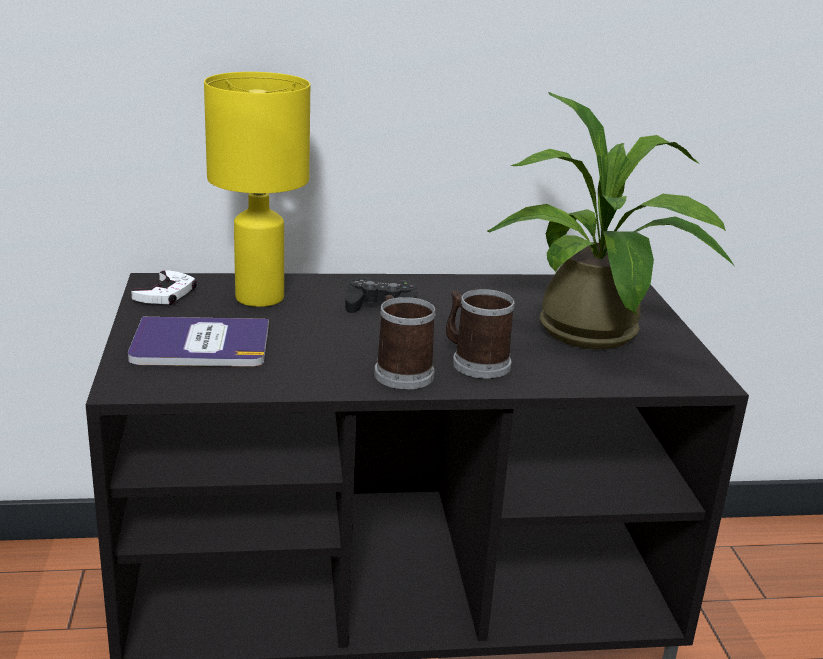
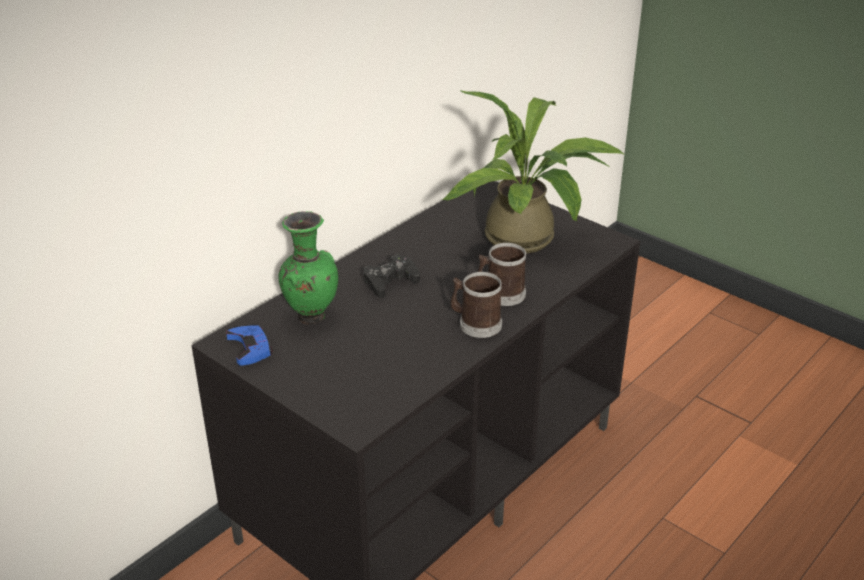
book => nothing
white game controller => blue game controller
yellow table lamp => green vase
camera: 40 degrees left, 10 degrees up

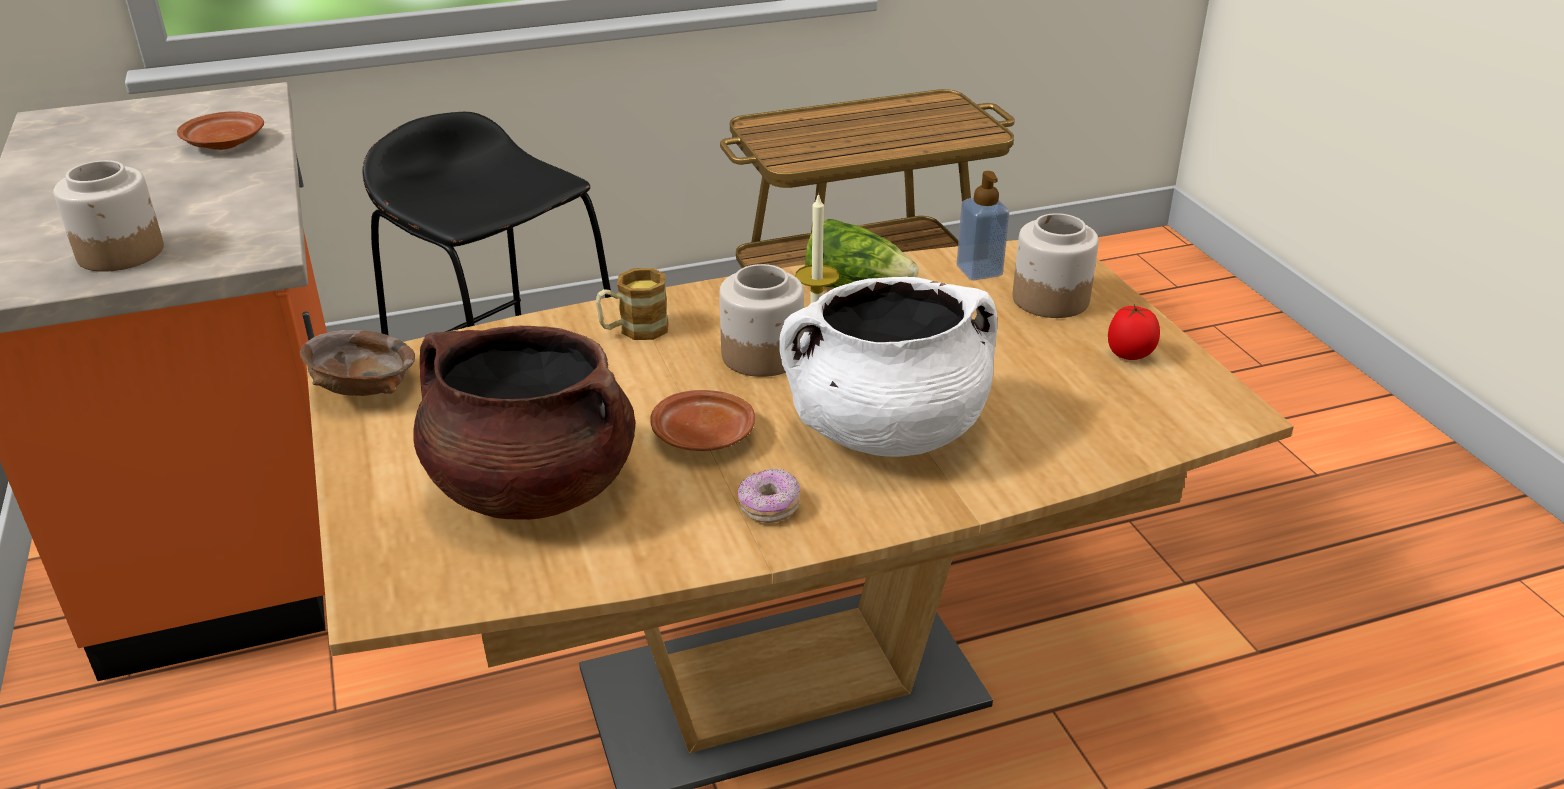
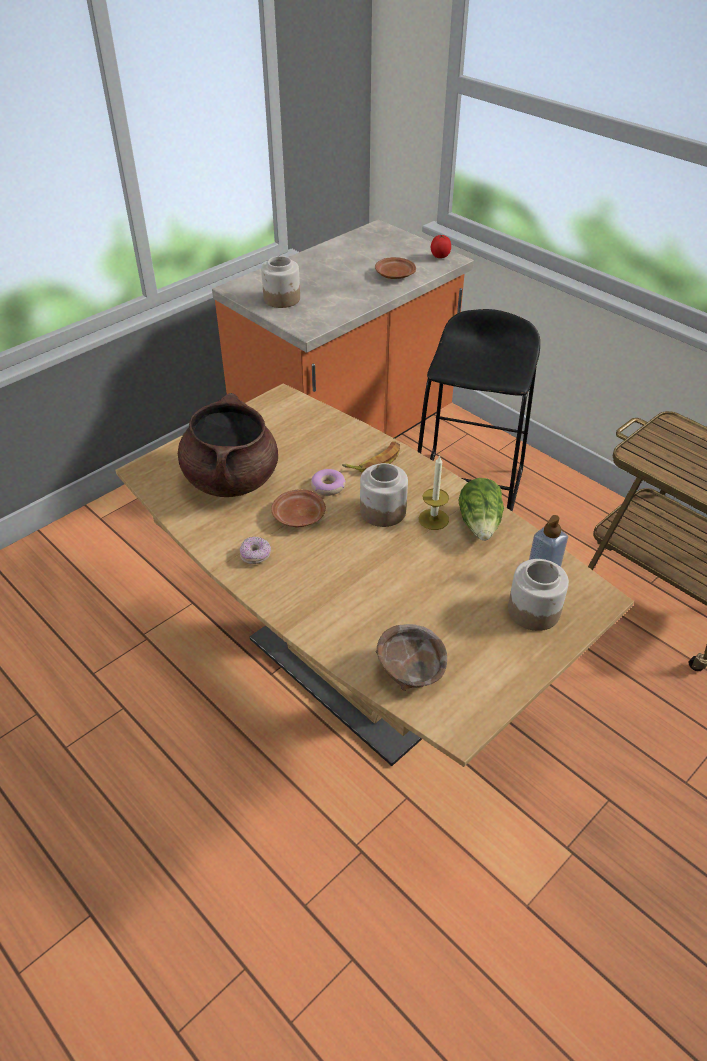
brown bowl, shifted
mug => banana
white cooking pot => nothing
tomato, shifted
nothing => donut (no. 2 from left)
camera: 65 degrees right, 10 degrees up

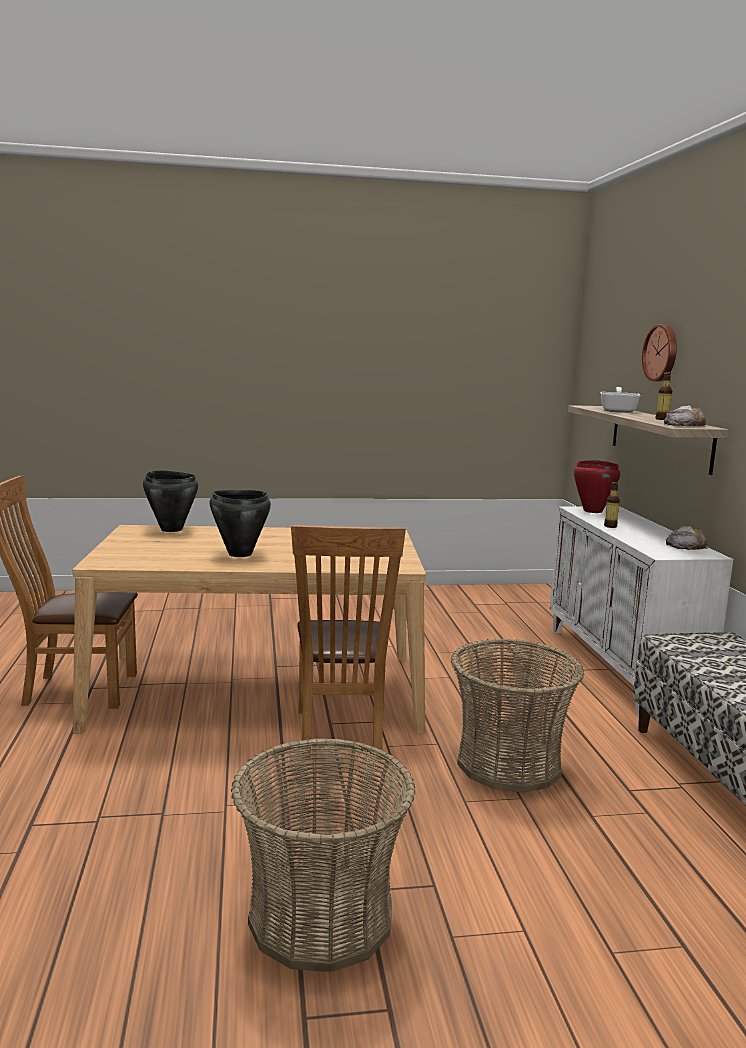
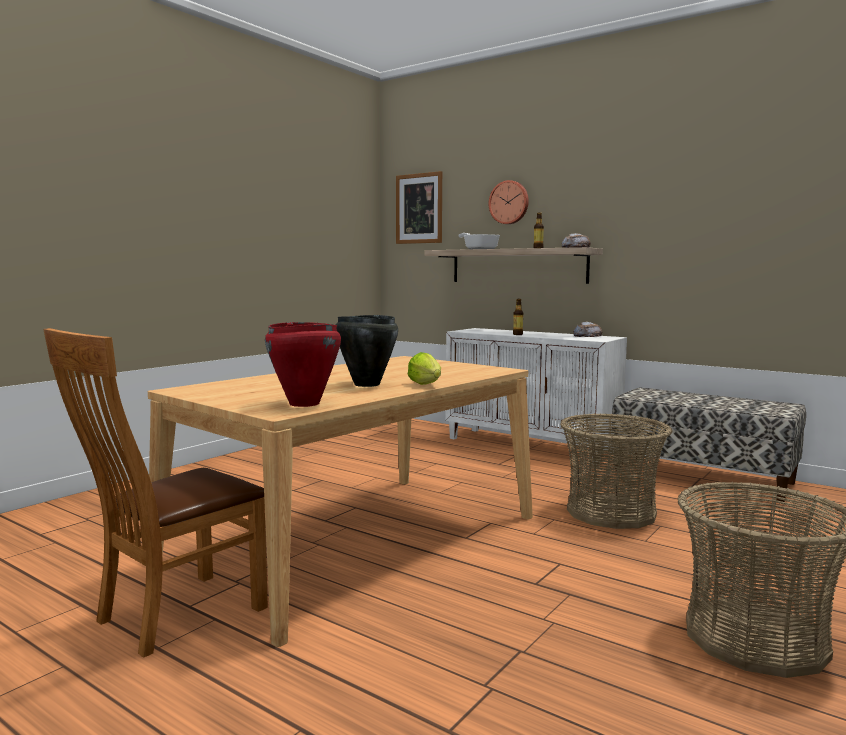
black cooking pot (no. 1 from left) => nothing
brown chair (no. 2 from left) => nothing
red cooking pot, shifted
nothing => picture
nothing => lettuce
camera: 45 degrees left, 5 degrees down

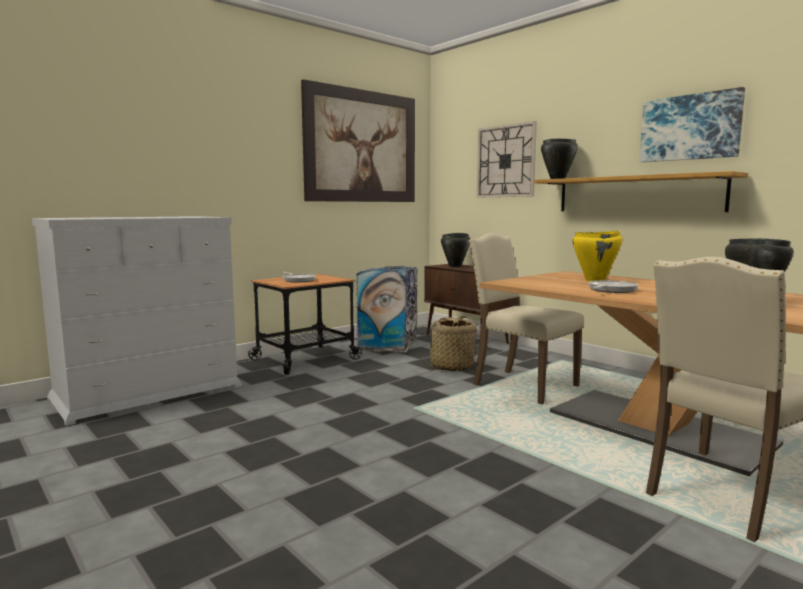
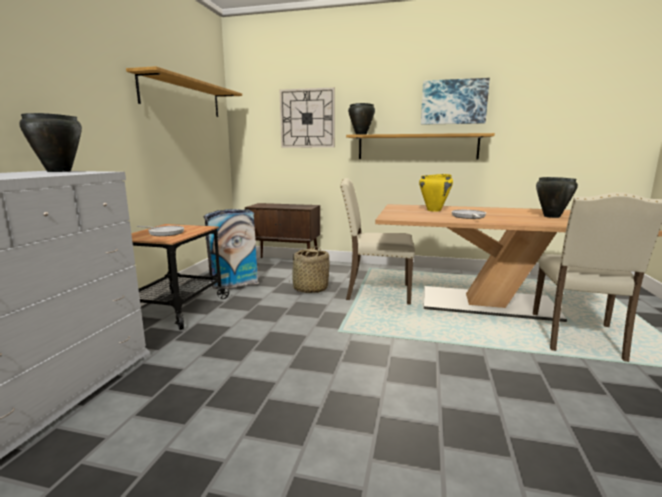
picture (no. 1 from left) => shelf (no. 1 from left)
black cooking pot (no. 1 from left), shifted
camera: 35 degrees left, 5 degrees up

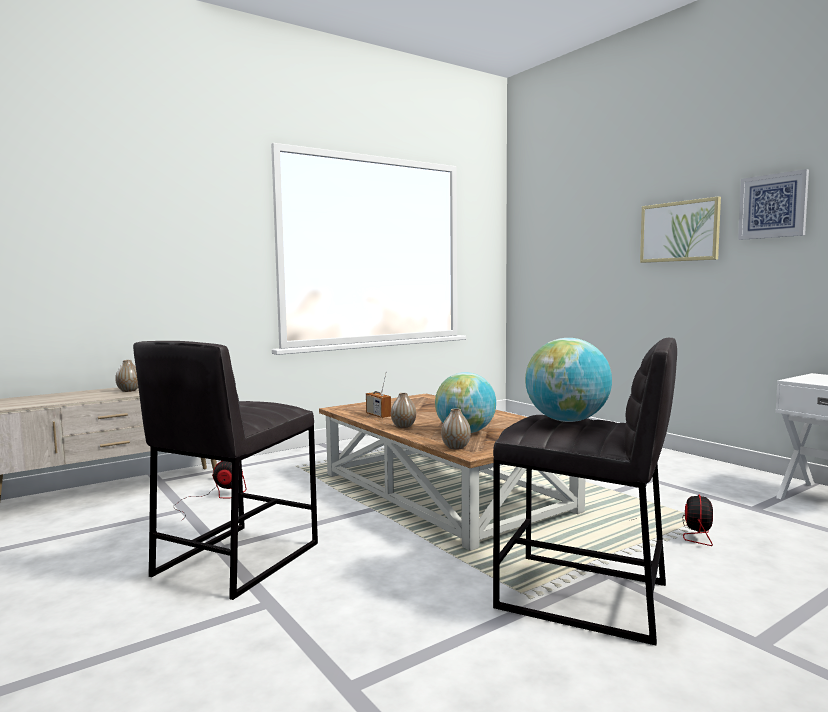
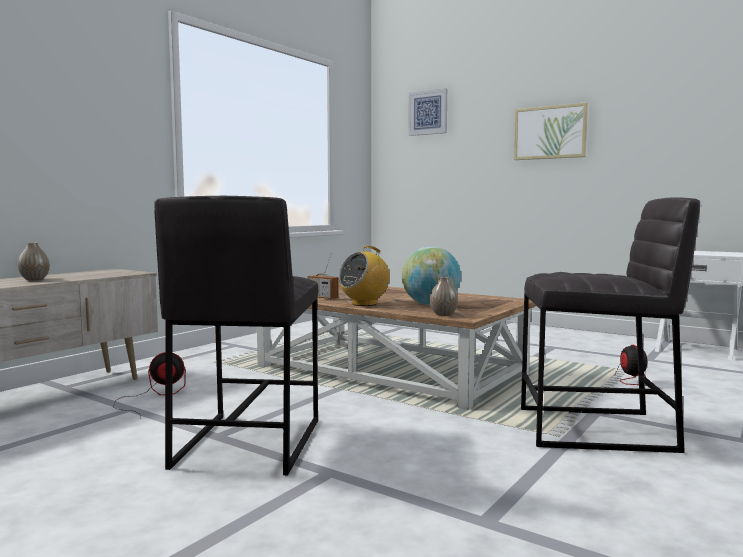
vase (no. 2 from left) => radio (no. 2 from left)
globe (no. 2 from left) => nothing
picture (no. 2 from left in the first image) => picture (no. 1 from left), shifted
camera: 20 degrees left, 0 degrees up

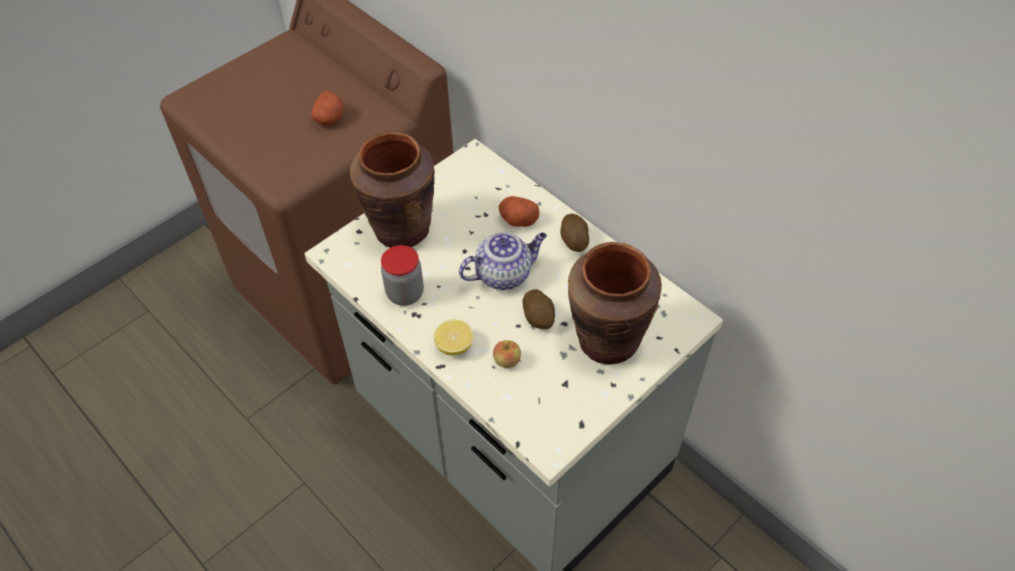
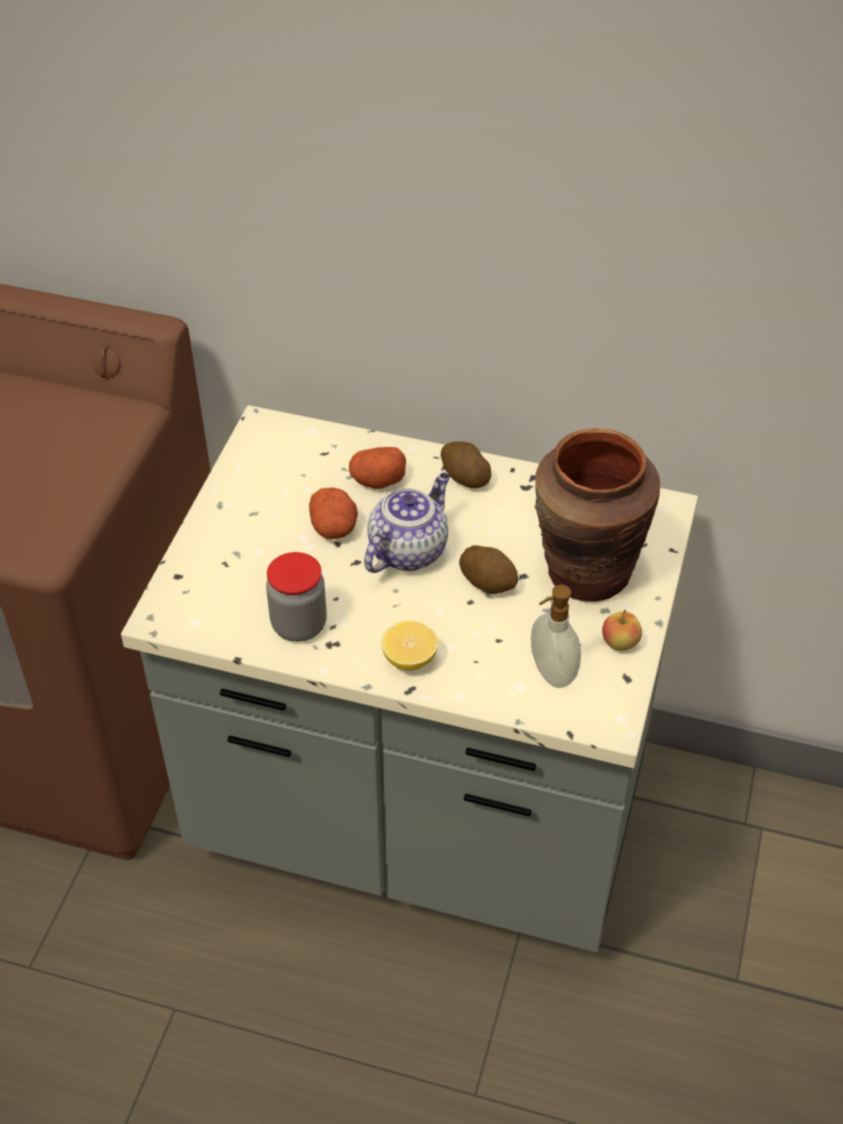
potato (no. 1 from left), shifted
brown vase (no. 1 from left) => nothing
apple, shifted
nothing => soap dispenser
camera: 30 degrees left, 5 degrees down

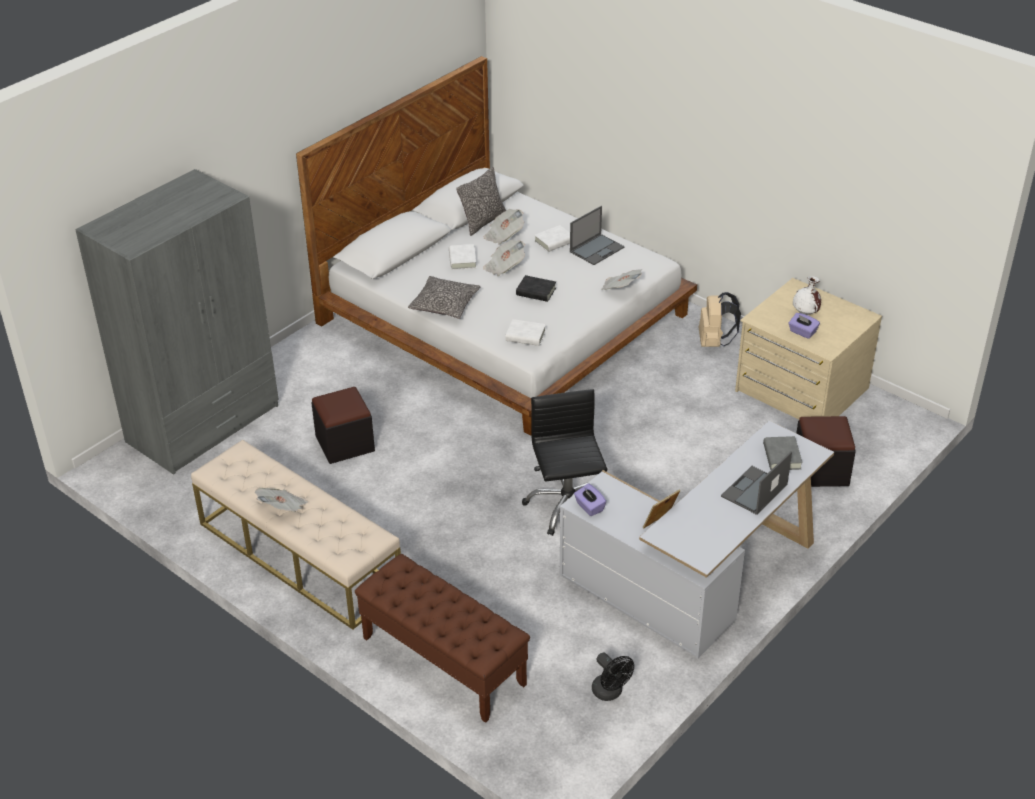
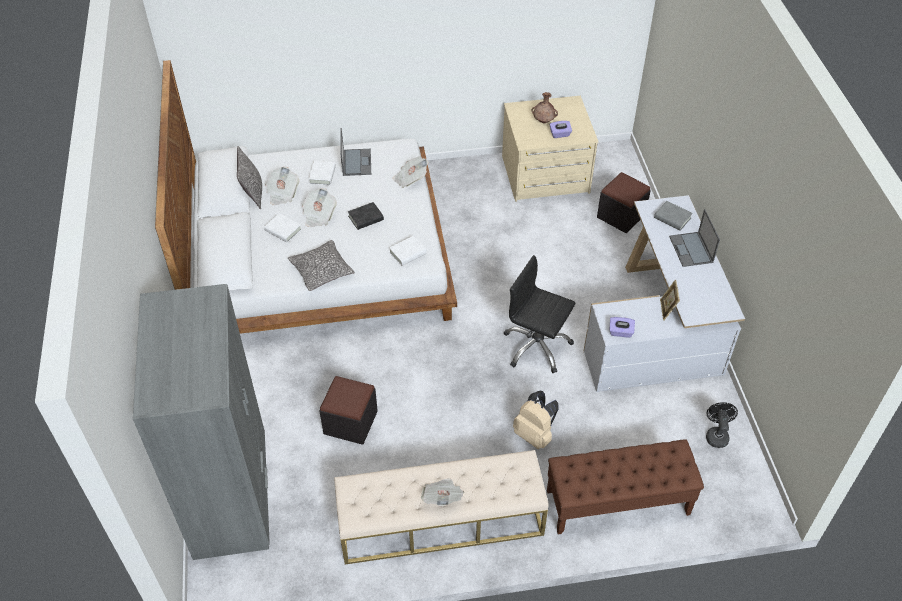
black fan, 90 degrees counterclockwise
beige backpack, shifted
white vase => brown vase
camera: 50 degrees left, 10 degrees up

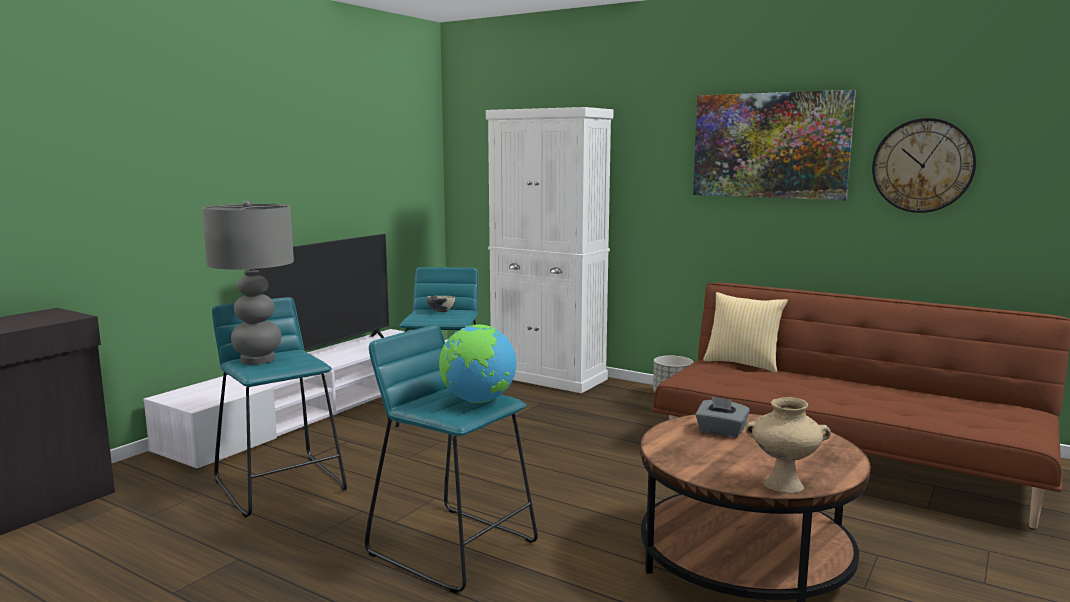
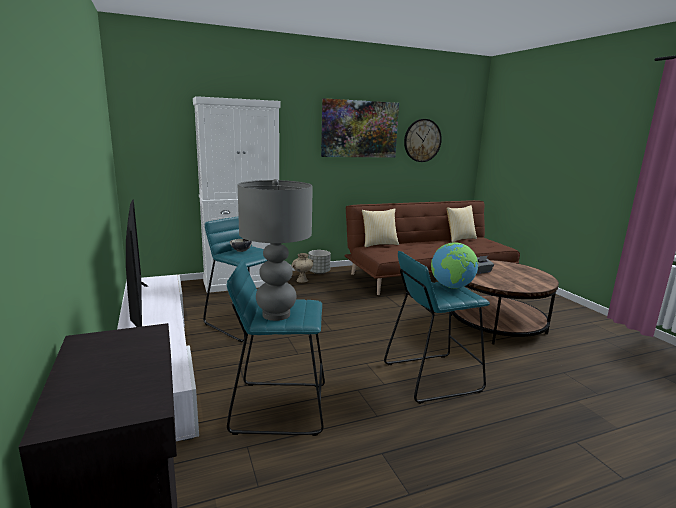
beige vase, shifted
nothing => pillow (no. 2 from left)
camera: 55 degrees left, 5 degrees up

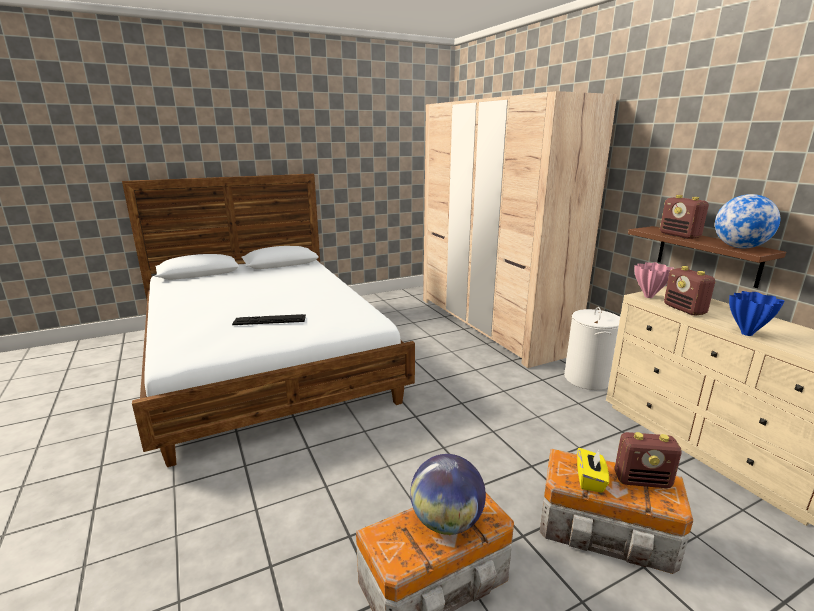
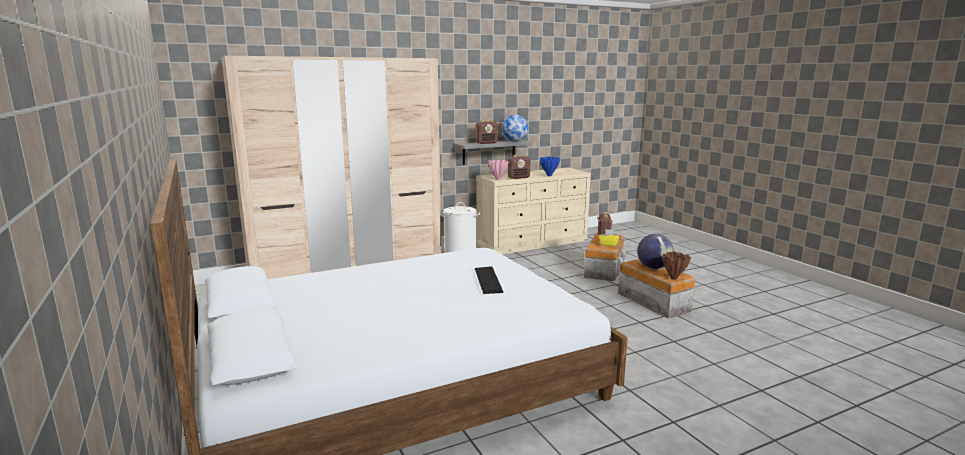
brown shelf => grey shelf
nothing => brown vase
camera: 90 degrees left, 5 degrees down

